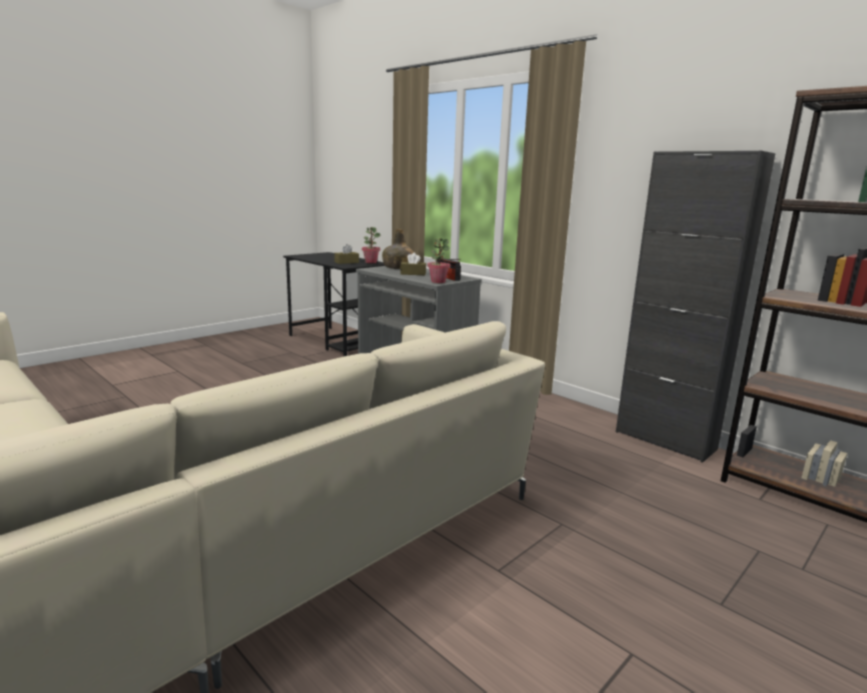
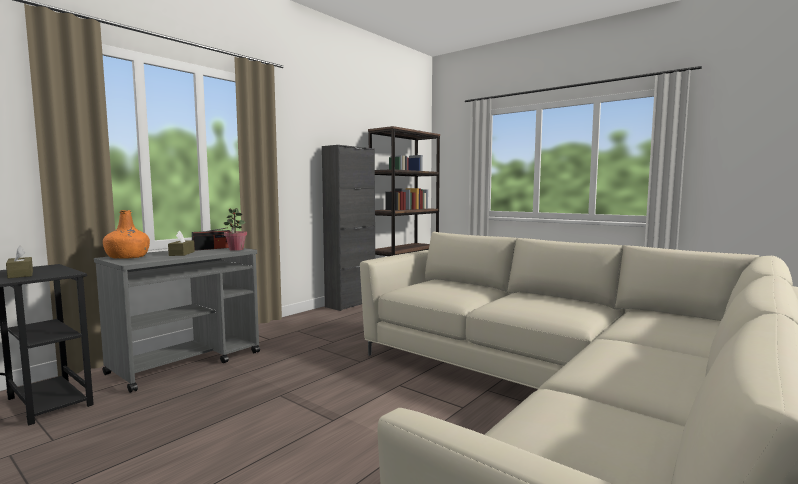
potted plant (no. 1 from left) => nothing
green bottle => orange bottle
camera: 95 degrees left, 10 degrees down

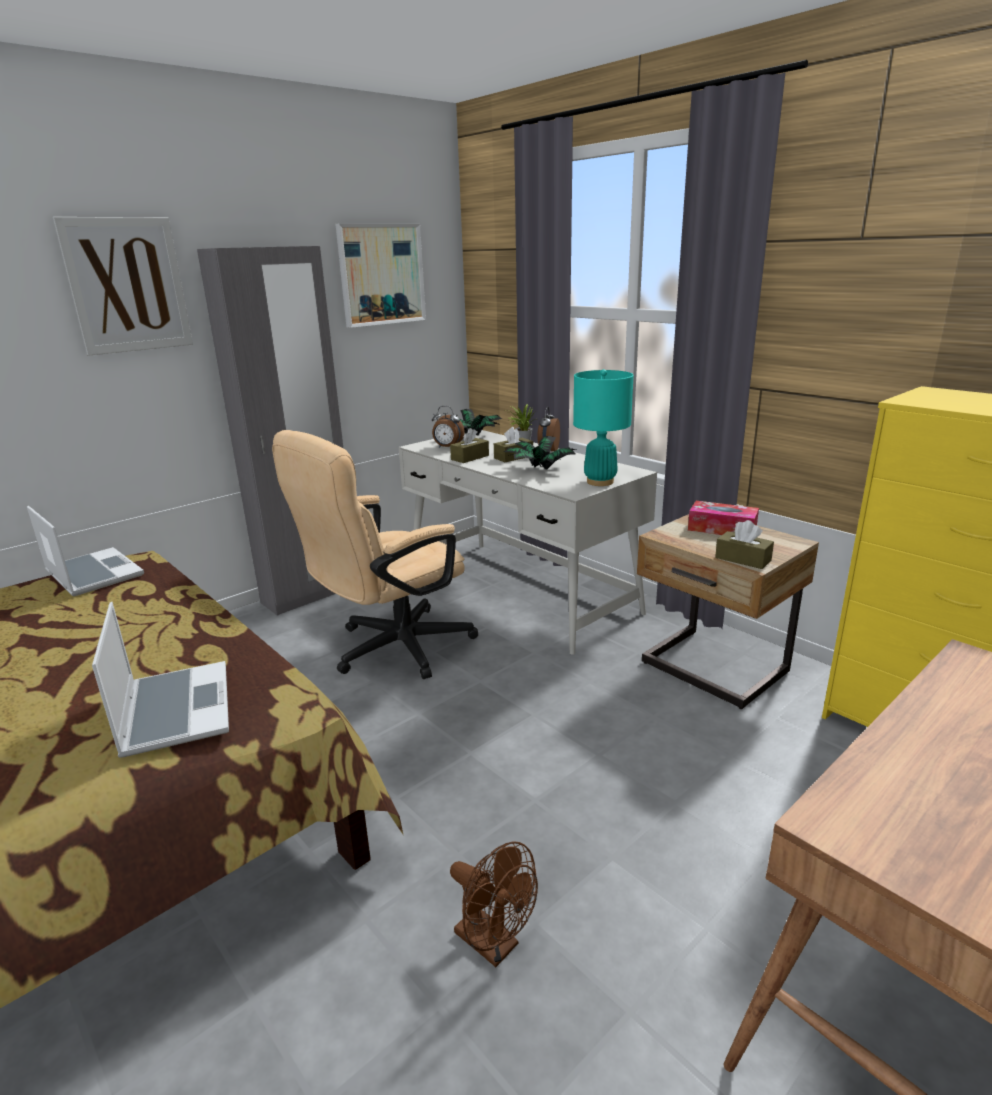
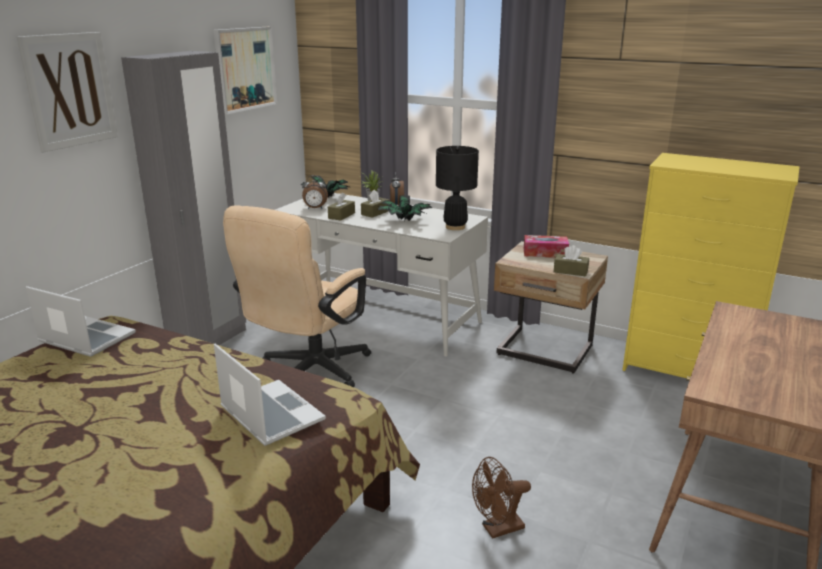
brown fan, 135 degrees clockwise
turquoise table lamp => black table lamp
camera: 20 degrees left, 0 degrees up

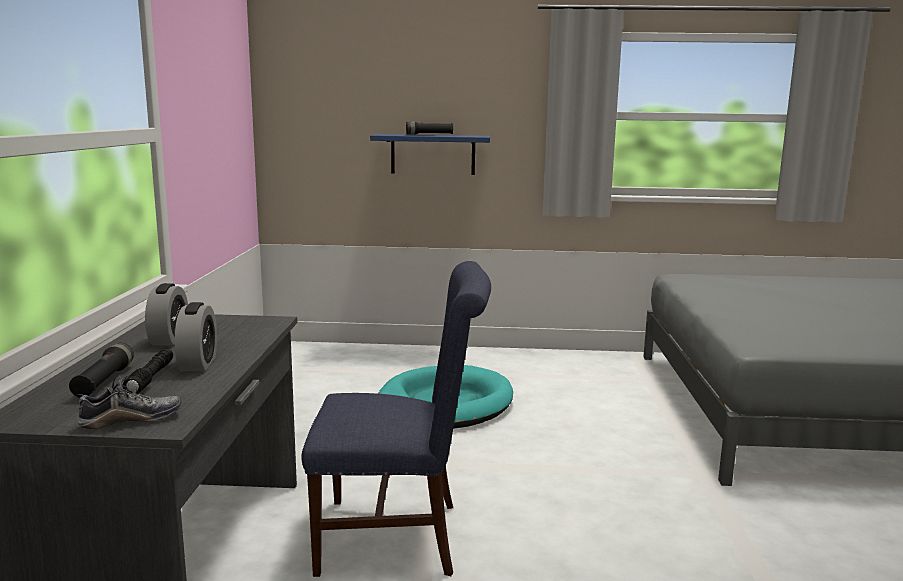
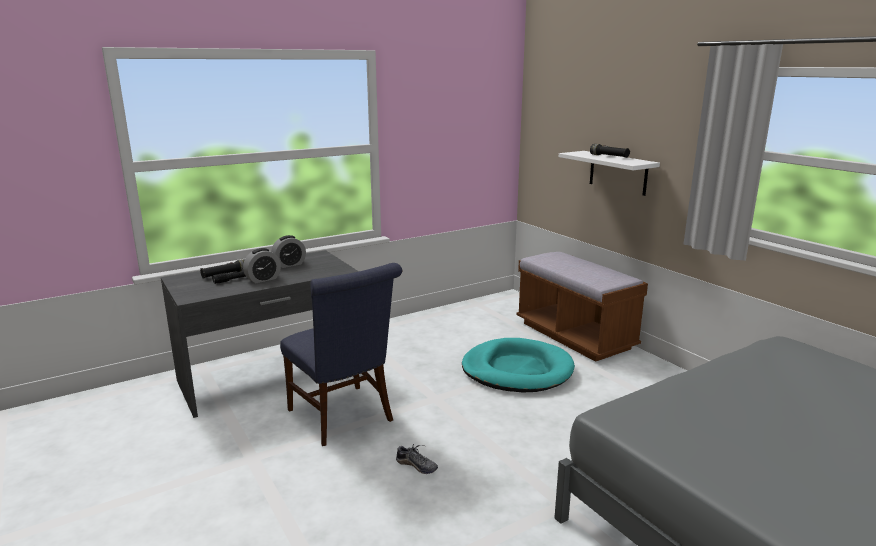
shoe, shifted
blue shelf => white shelf
nothing => brown bench
camera: 55 degrees right, 5 degrees up

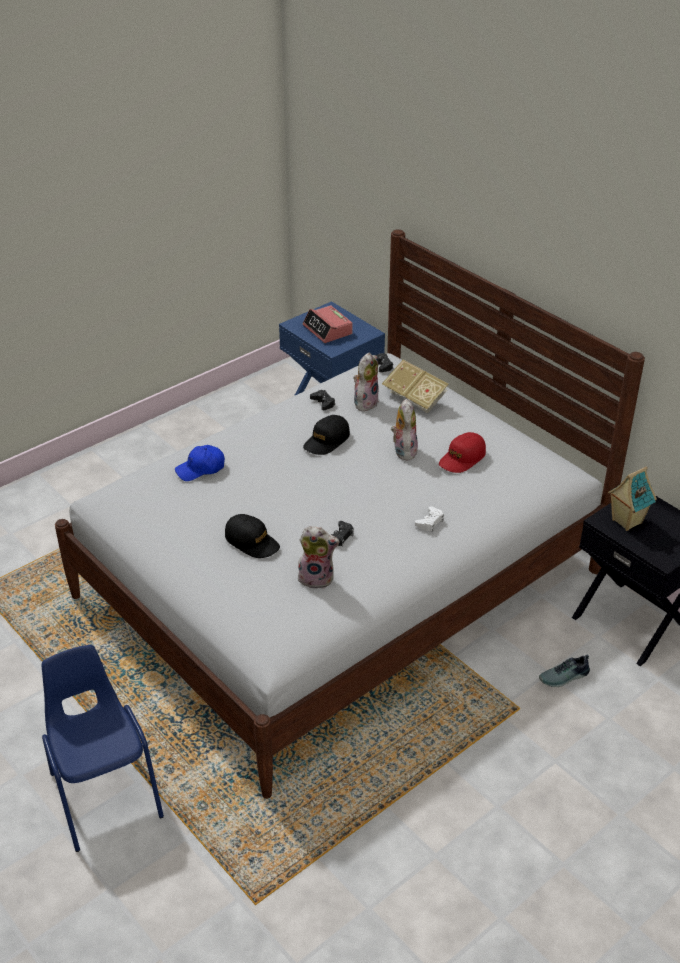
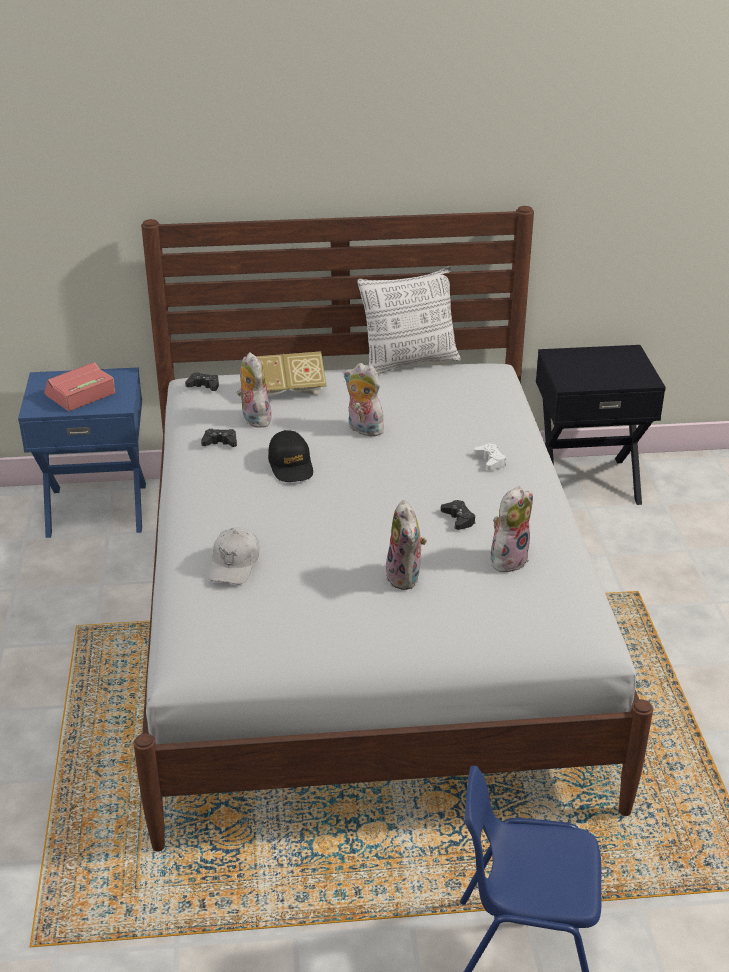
blue cap => white cap
black cap (no. 1 from left) => plush toy (no. 3 from left)
alarm clock, 135 degrees clockwise
red cap => nothing
shoe => nothing
toy house => nothing
nothing => pillow
camera: 55 degrees left, 5 degrees down

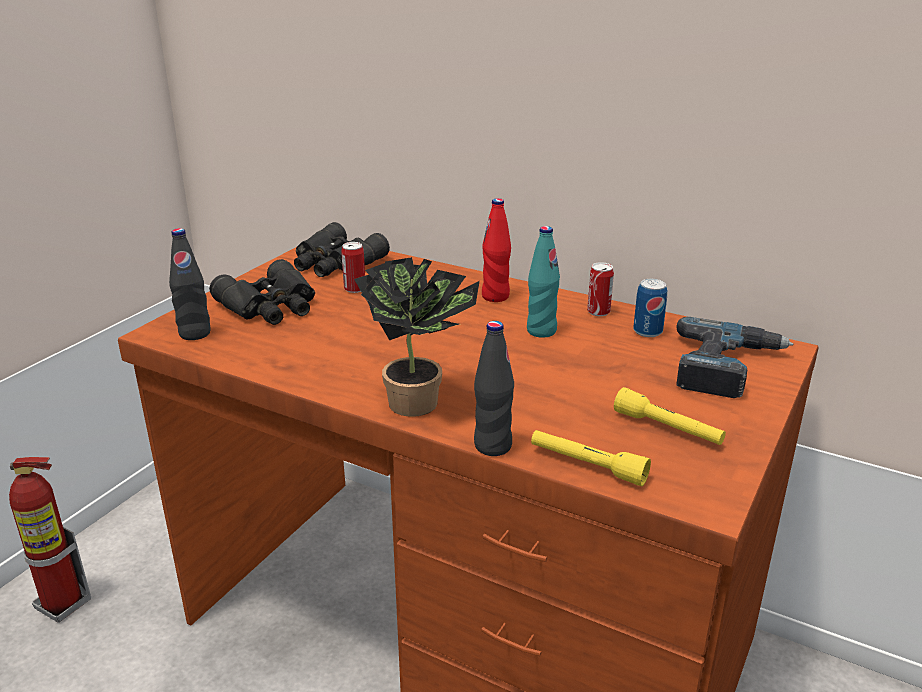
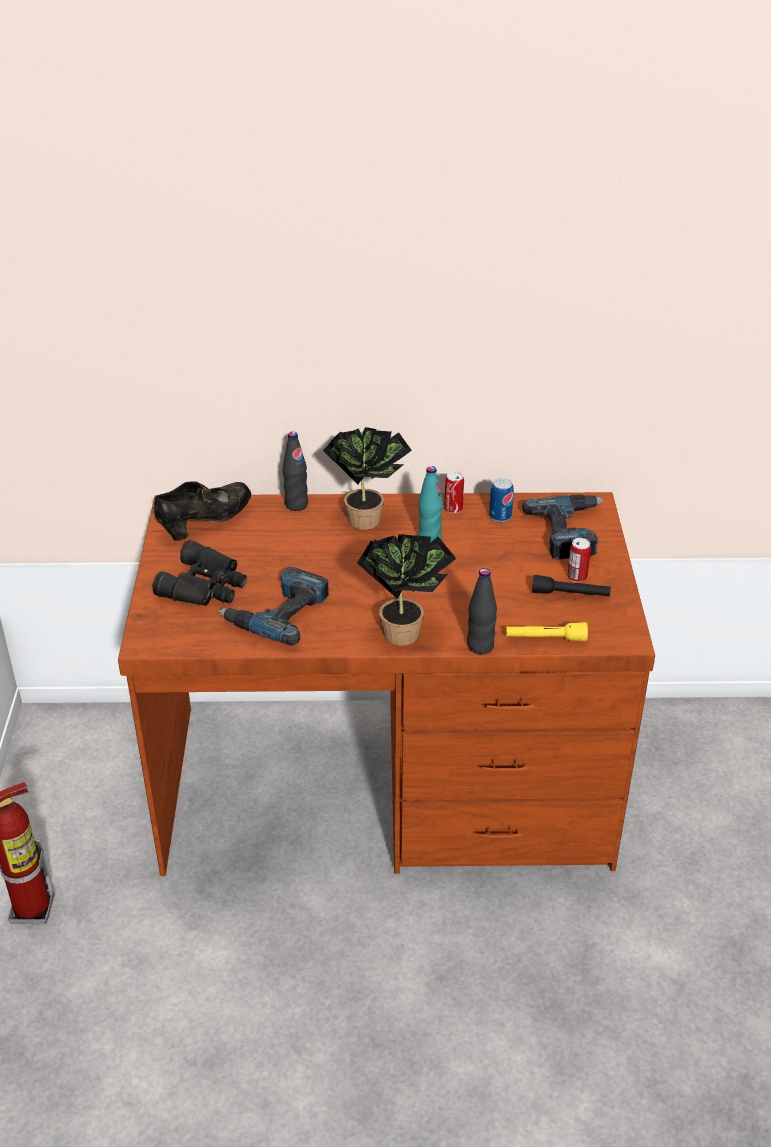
black bottle (no. 1 from left), shifted
black binoculars (no. 2 from left) => black shoe
can (no. 1 from left in the first image) => can (no. 3 from left), shifted
red bottle => potted plant (no. 1 from left)
yellow flashlight (no. 2 from left) => black flashlight
nothing => power drill (no. 1 from left)
camera: 30 degrees left, 10 degrees up

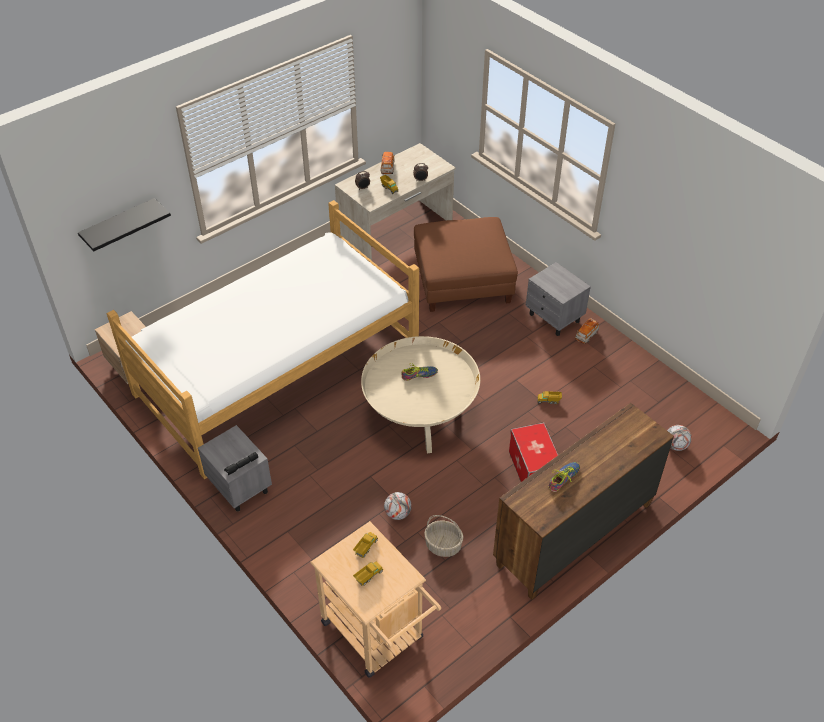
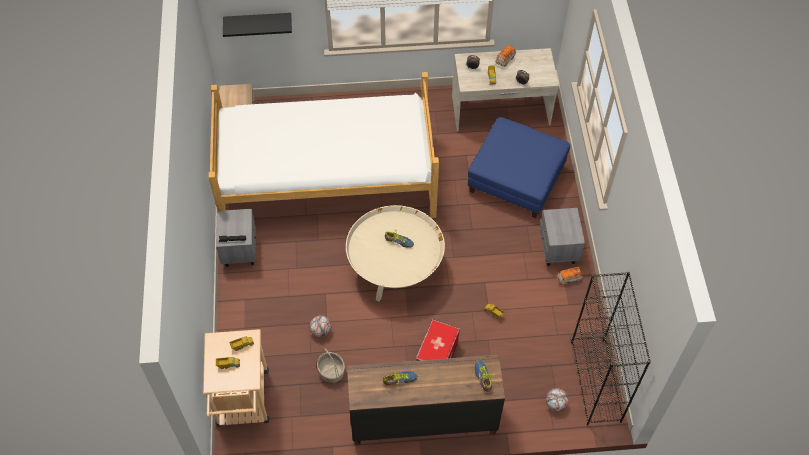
brown ottoman => blue ottoman
nothing => shoe (no. 3 from left)
nothing => black bookcase
camera: 35 degrees right, 10 degrees up

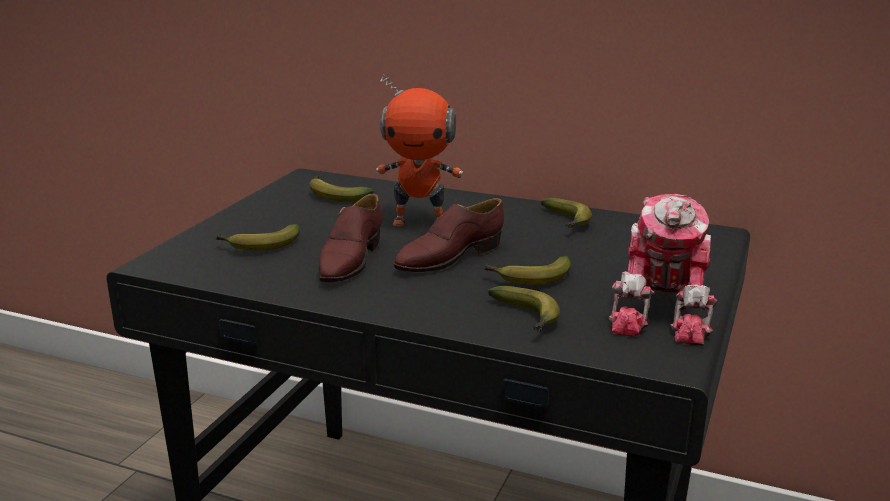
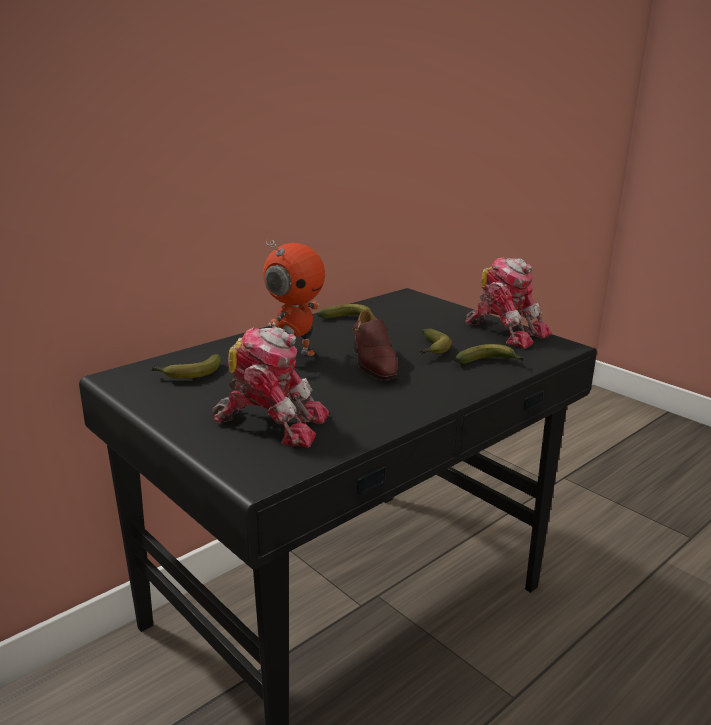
banana (no. 1 from left) => toy robot (no. 1 from left)
brown shoe (no. 1 from left) => nothing
camera: 65 degrees left, 0 degrees up

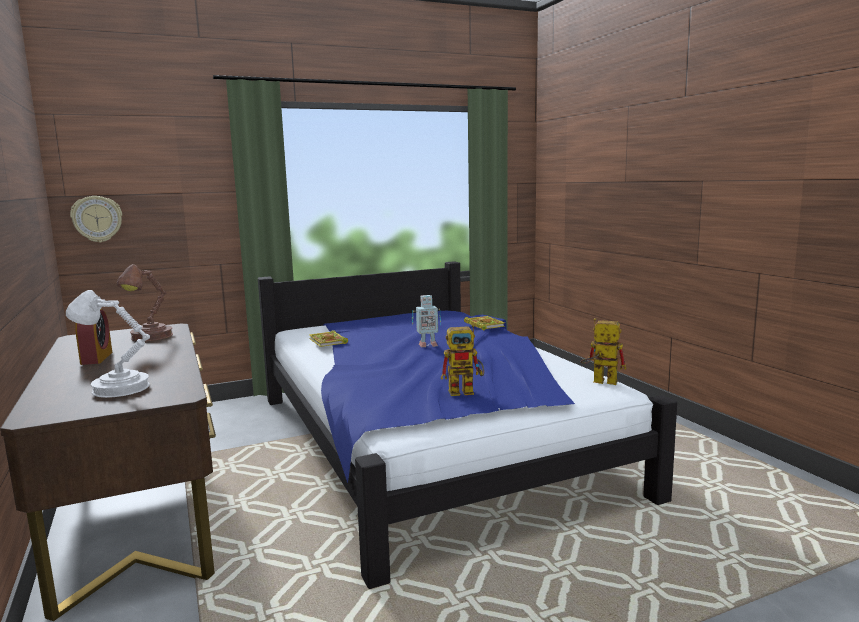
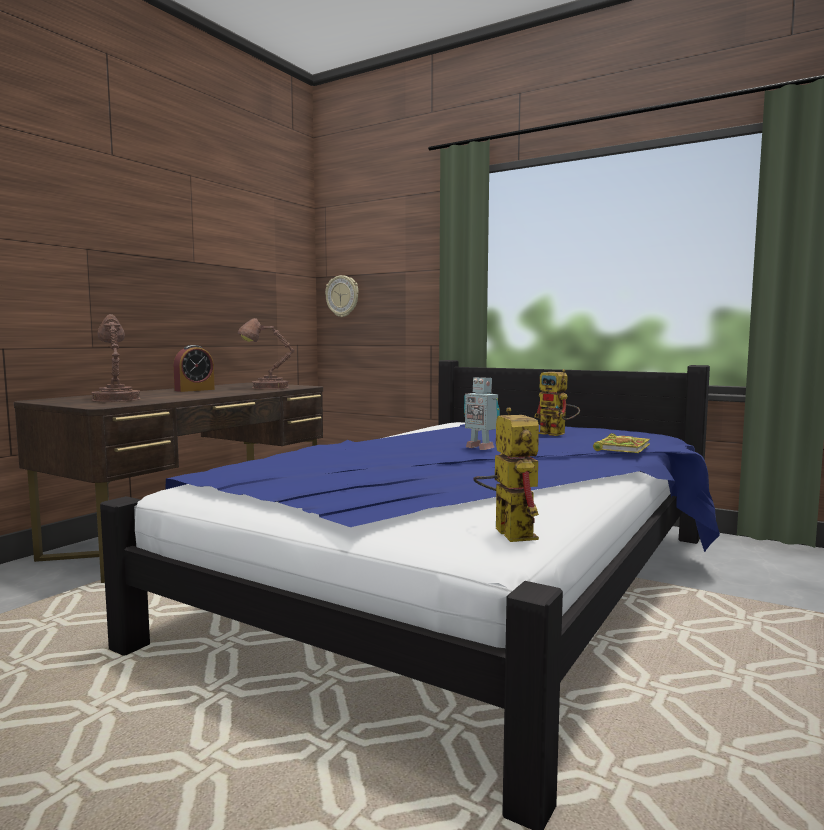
white table lamp => brown table lamp (no. 1 from left)
book (no. 1 from left) => nothing
toy robot (no. 2 from left in the first image) => toy robot (no. 3 from left), shifted
camera: 55 degrees right, 5 degrees down

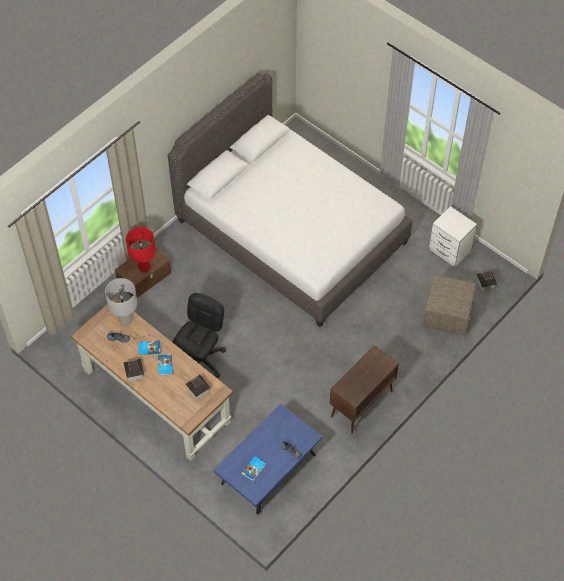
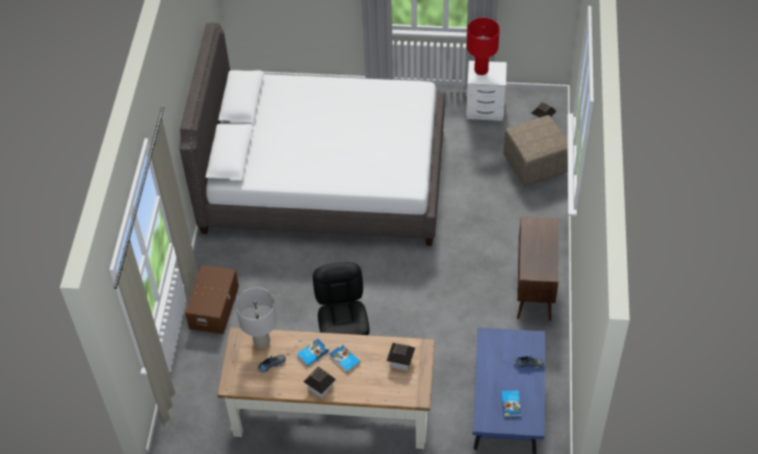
red table lamp, shifted
camera: 35 degrees left, 5 degrees down

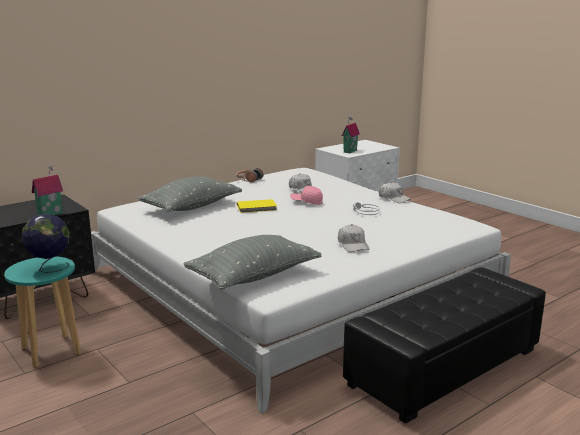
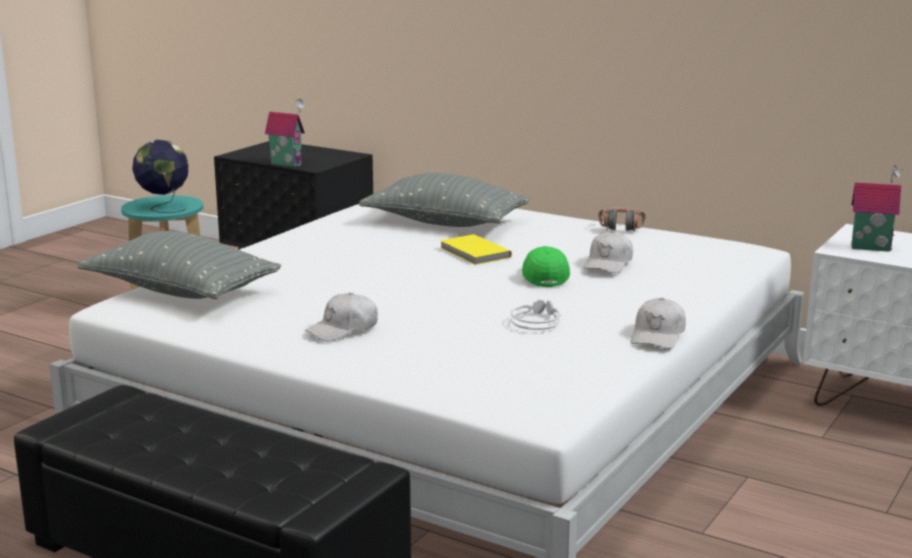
pink cap => green cap
camera: 70 degrees right, 0 degrees up

